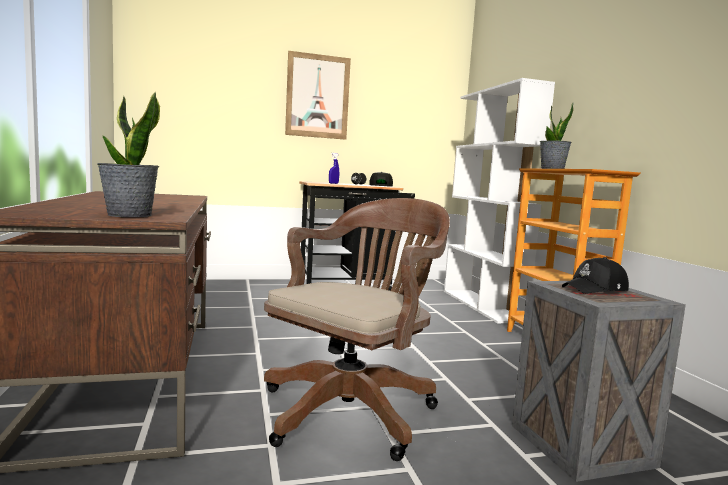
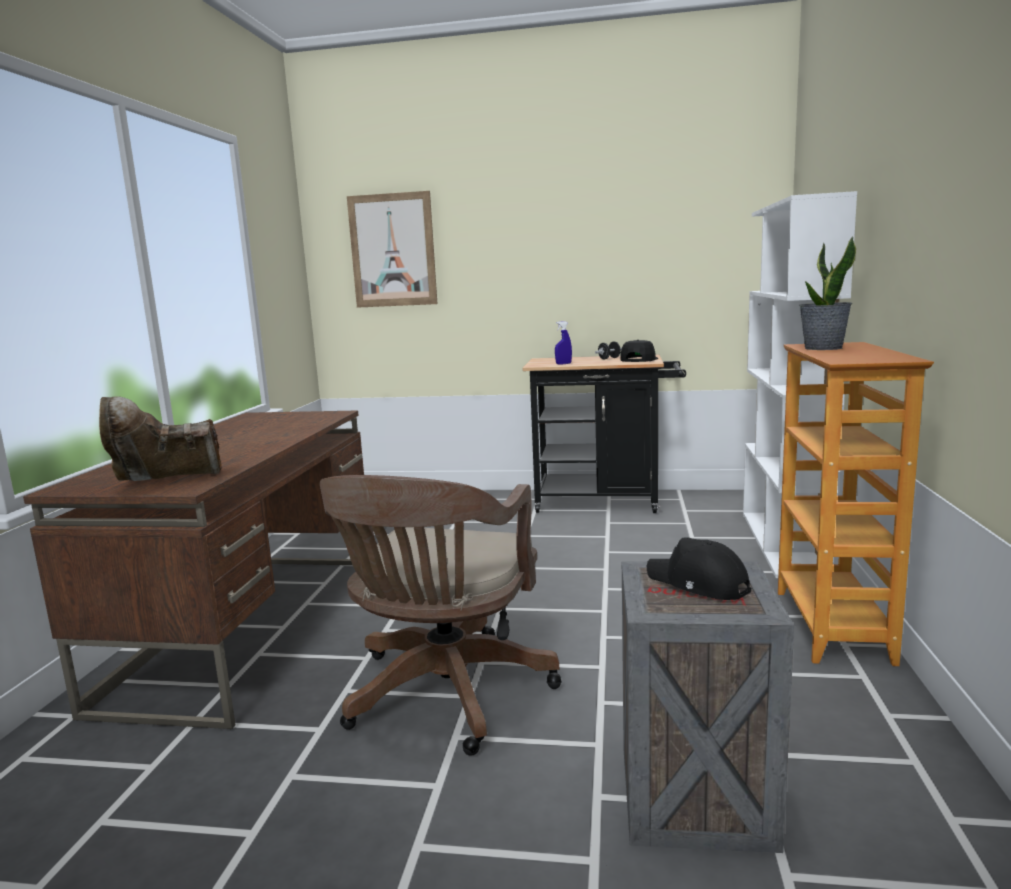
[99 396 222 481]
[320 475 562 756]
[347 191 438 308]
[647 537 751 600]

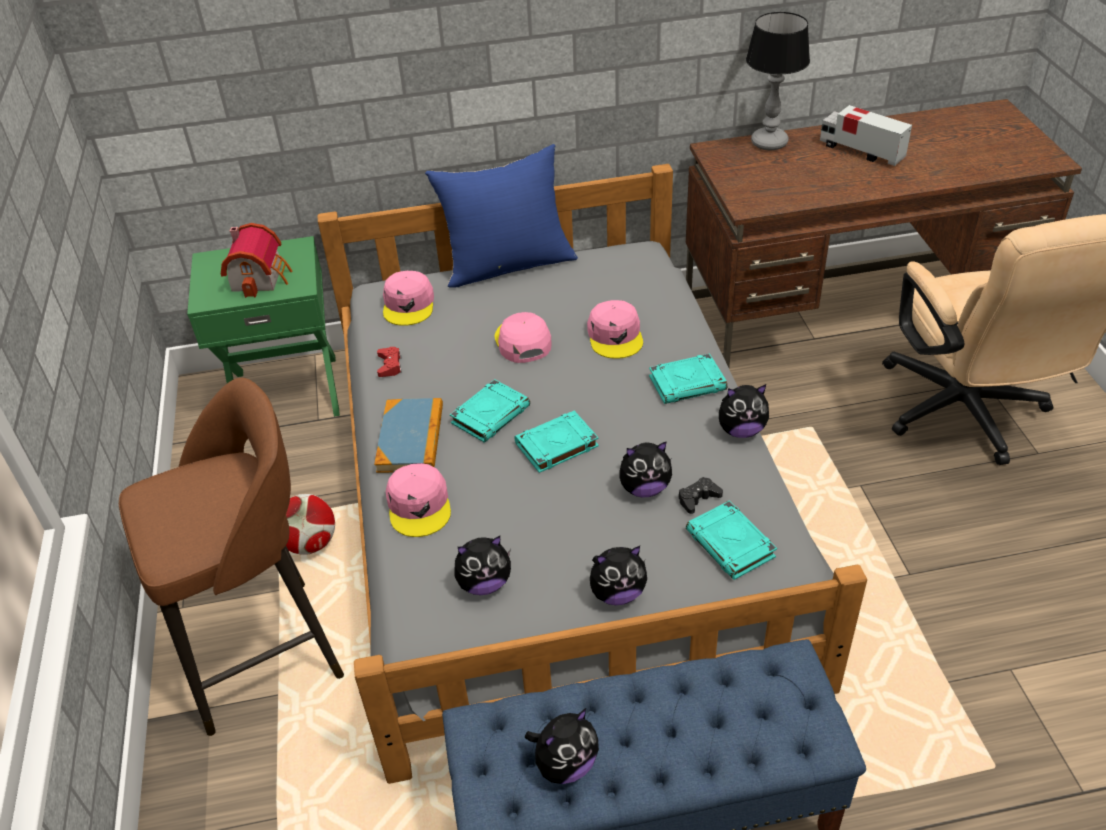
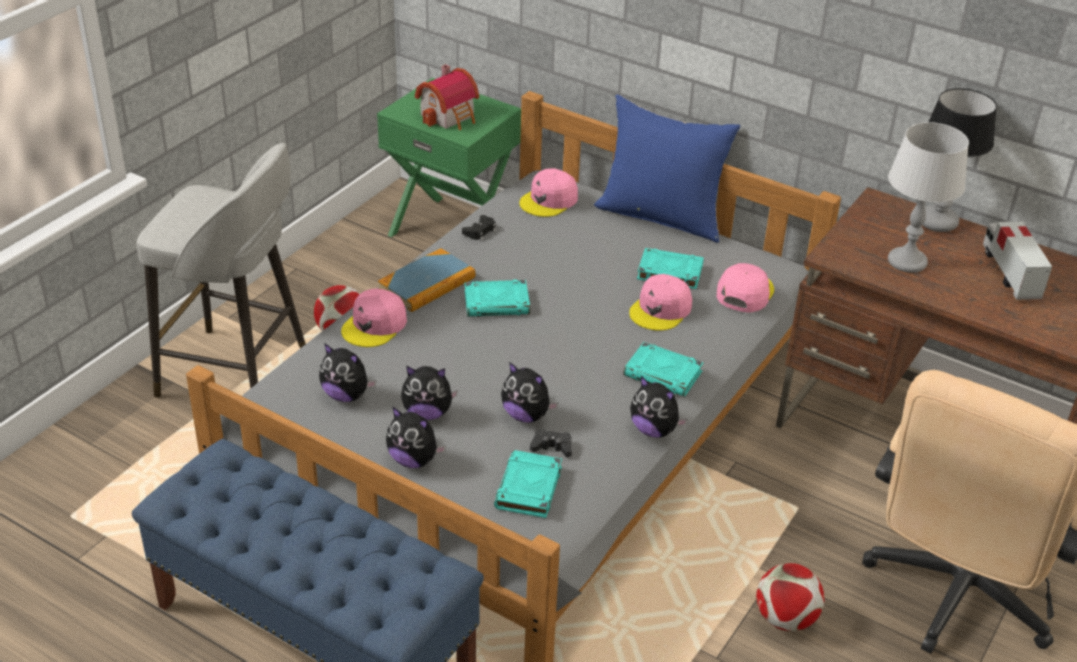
[136 143 306 398]
[462 215 496 240]
[717 263 774 312]
[637 248 704 289]
[401 366 458 420]
[756 563 824 631]
[888 122 969 273]

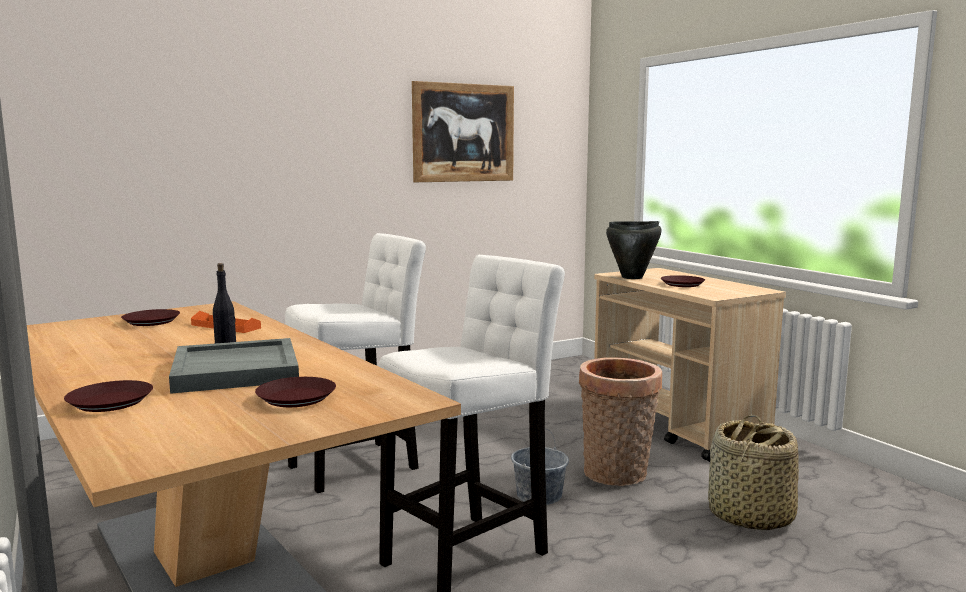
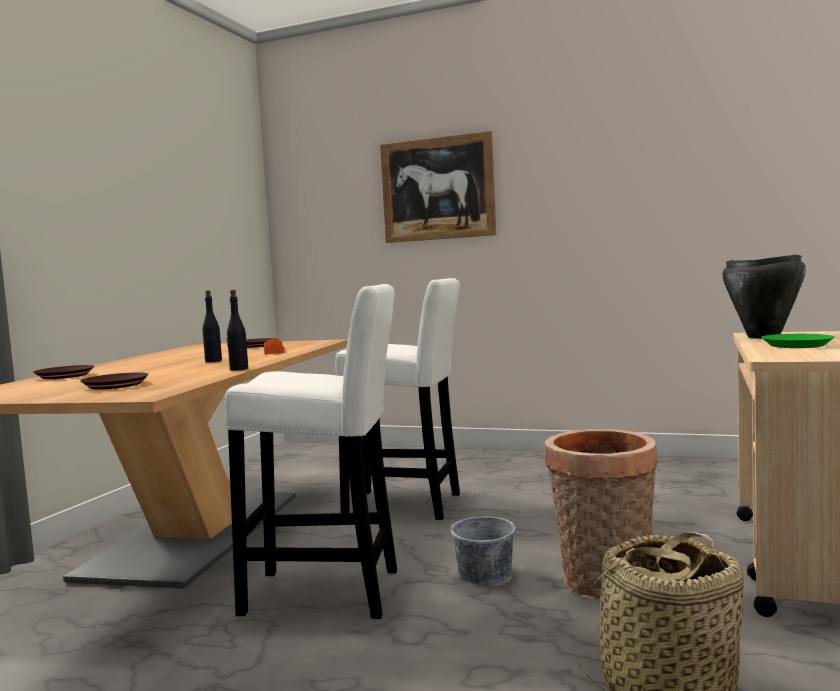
[169 338 299 394] (first image)
[380 131 496 243]
[761 334 835 348]
[227 290 248 371]

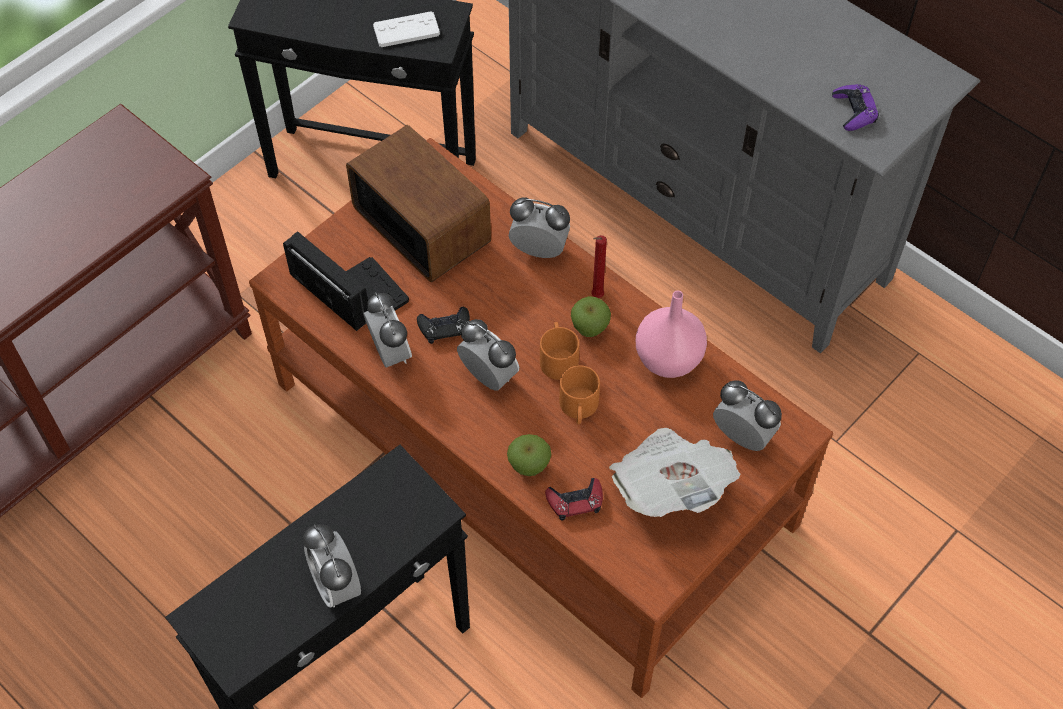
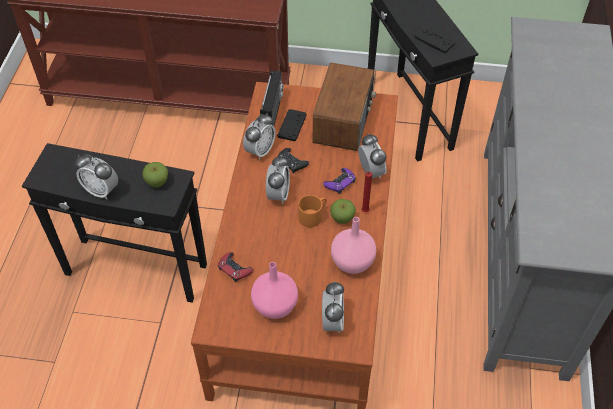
[75 154 118 199]
[415 27 455 53]
[142 162 168 188]
[559 365 600 424] (first image)
[251 262 298 319]
[323 168 356 194]

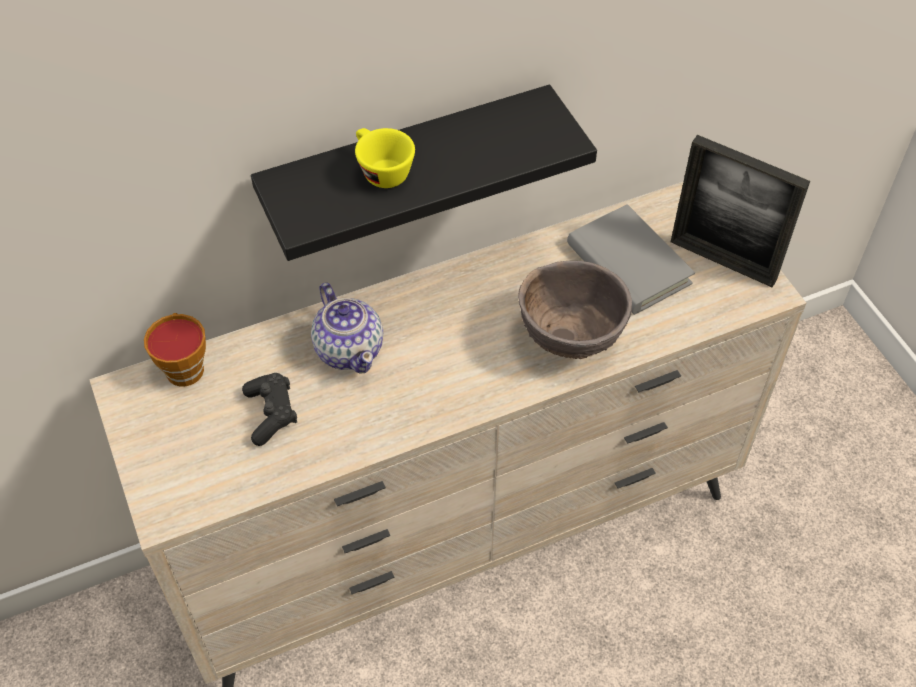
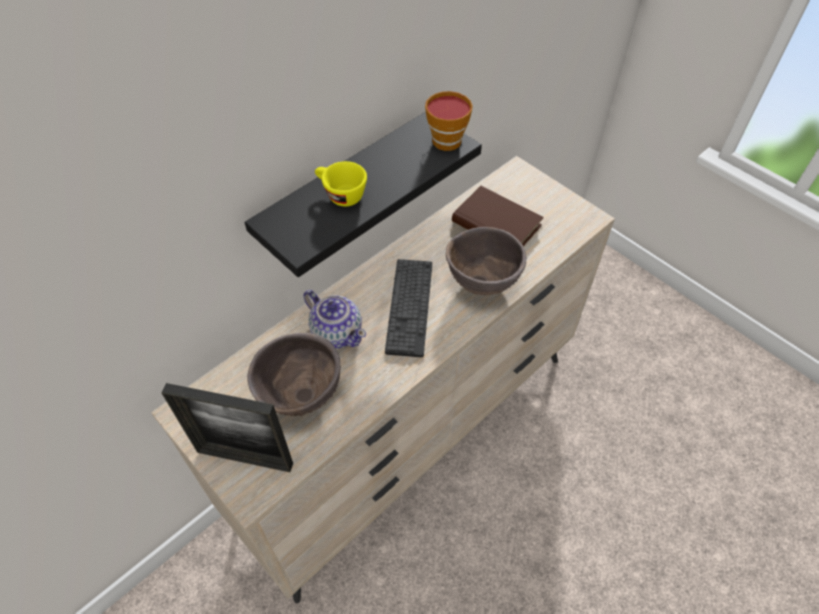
[425 91 473 151]
[247 333 341 416]
[452 186 544 246]
[161 383 293 472]
[385 259 432 357]

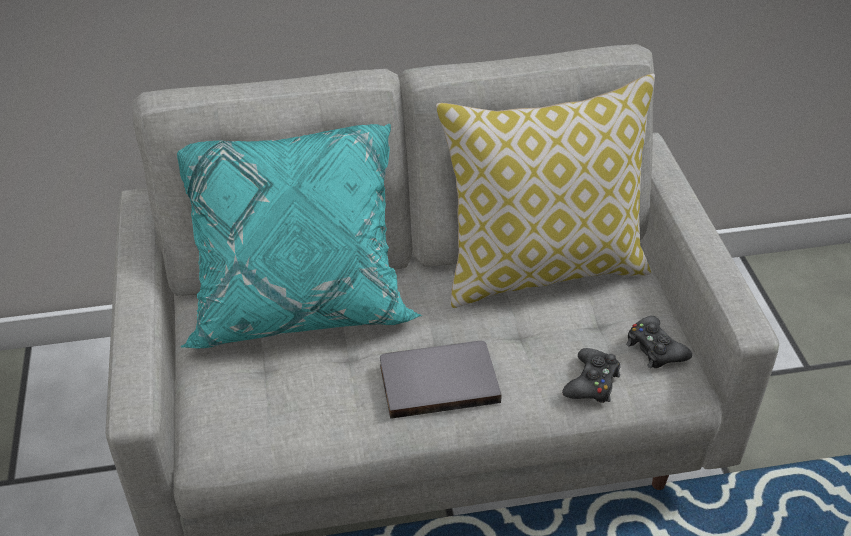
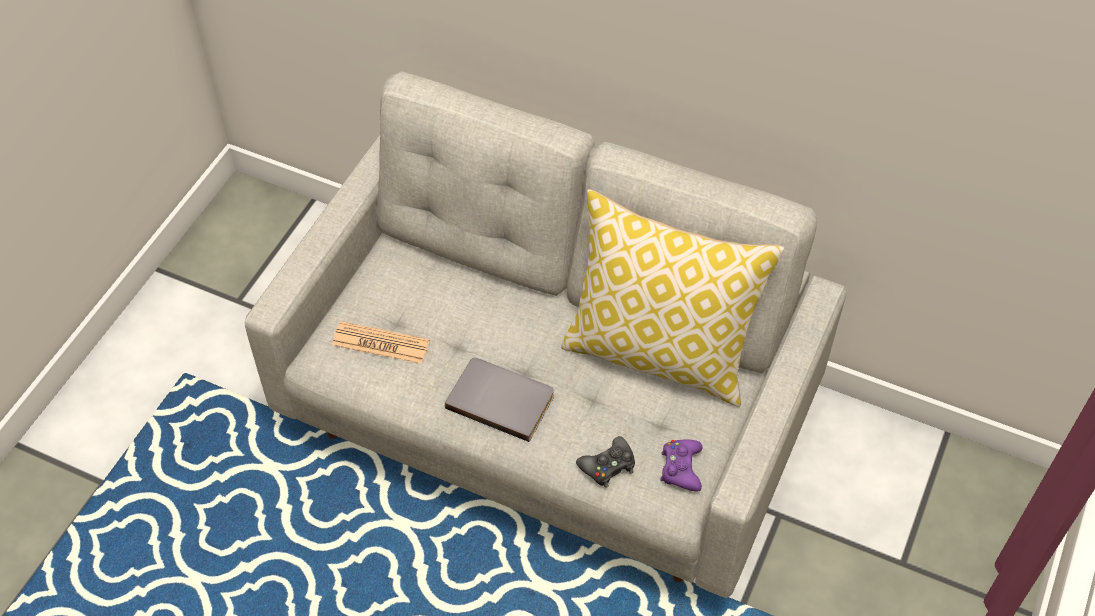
[177 124 422 349] (first image)
[660 440 703 492]
[332 321 430 364]

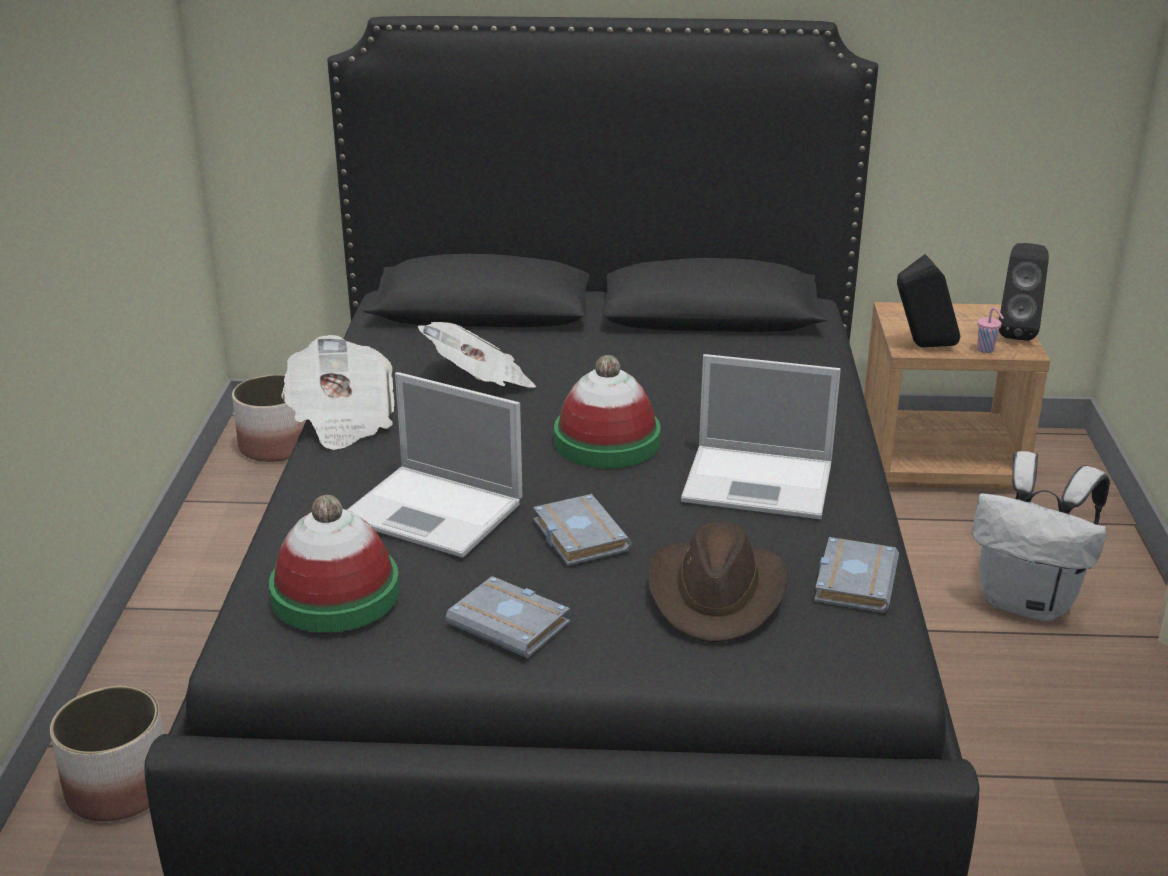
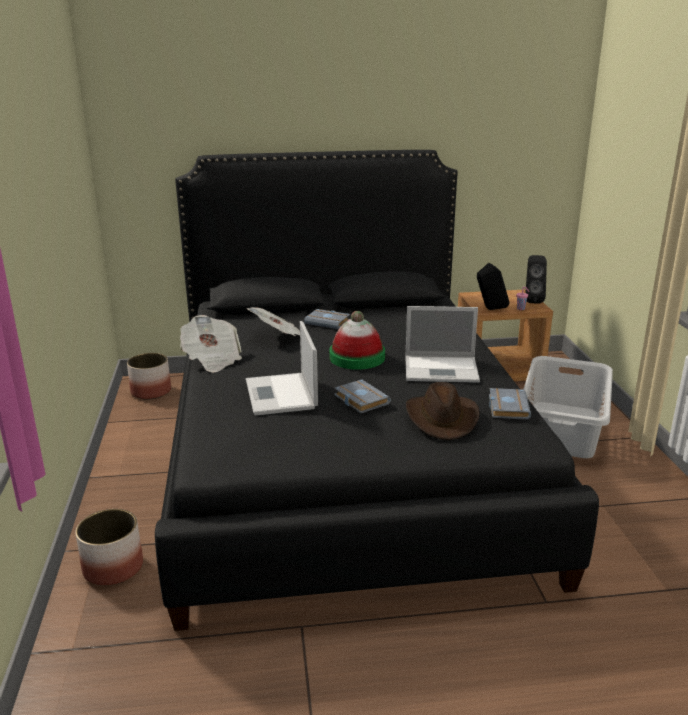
[269 495 400 632] (first image)
[246 321 318 416]
[304 309 350 329]
[523 356 613 458]

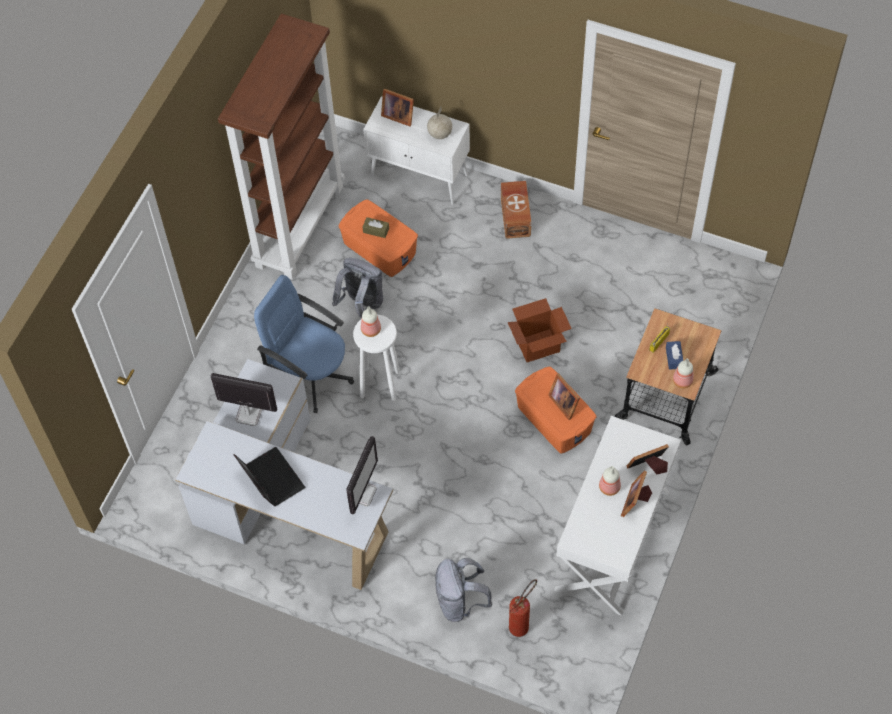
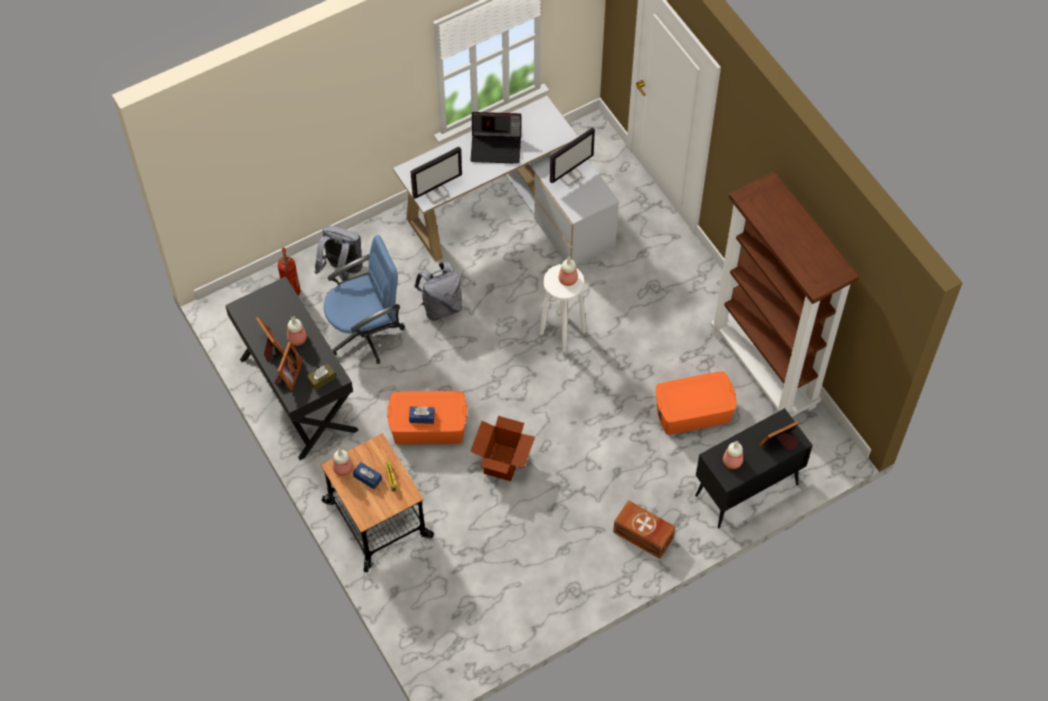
[324 235 405 364]
[414 262 462 321]
[411 147 462 203]
[695 408 813 528]
[307 363 336 390]
[723 441 743 469]
[409 406 435 424]
[225 276 359 460]

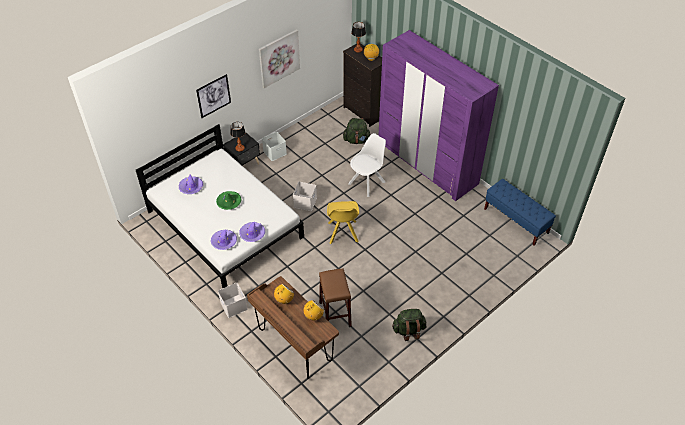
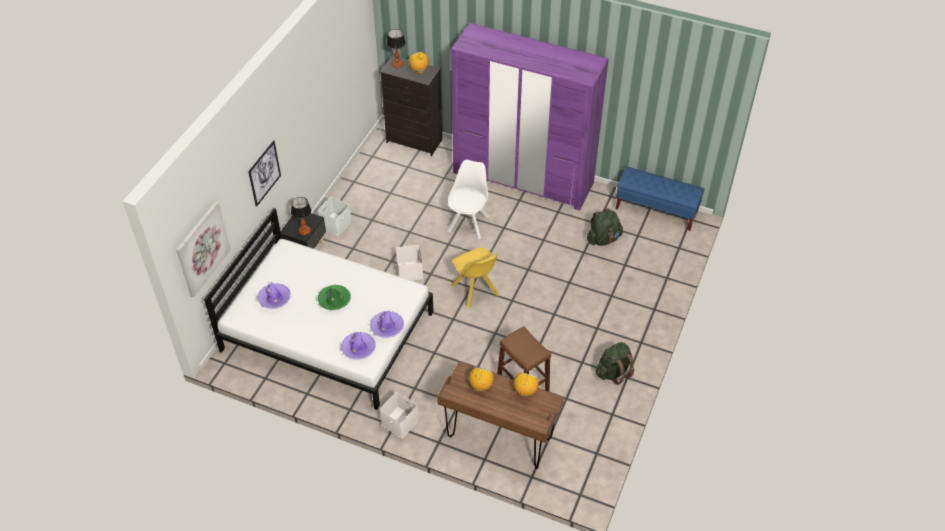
[176 201 231 298]
[587 208 623 246]

